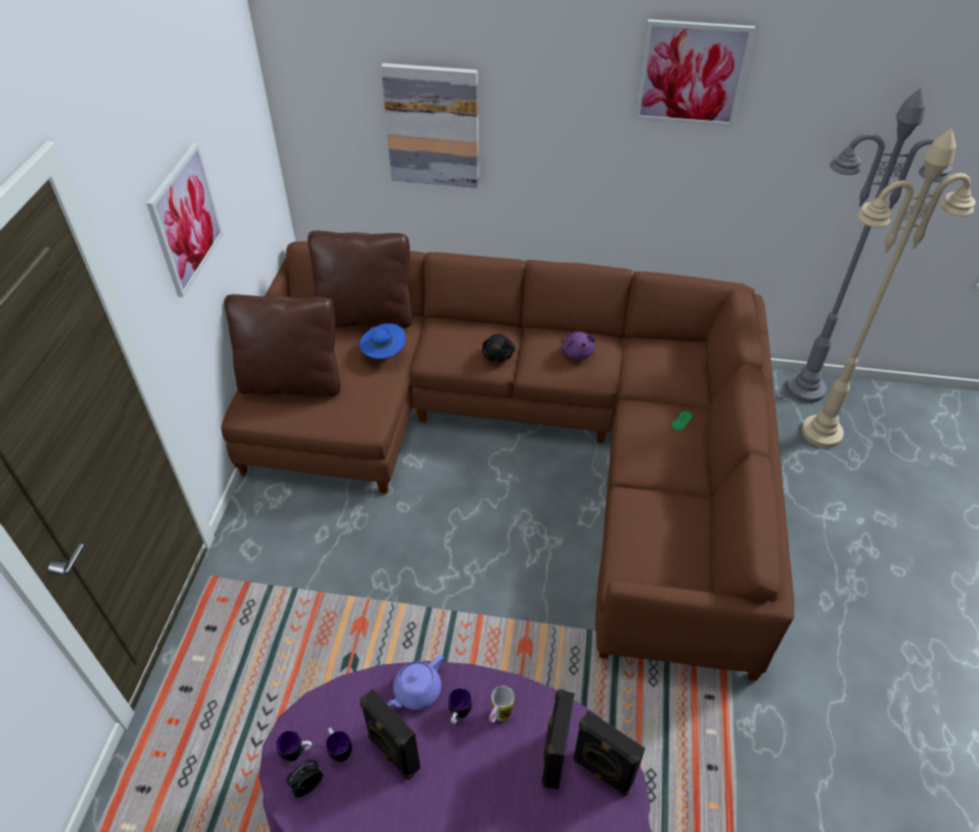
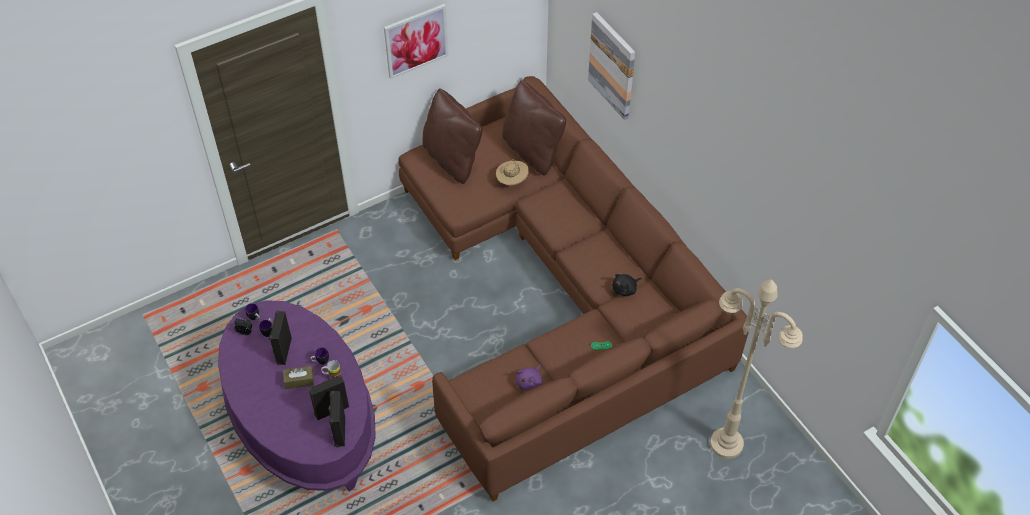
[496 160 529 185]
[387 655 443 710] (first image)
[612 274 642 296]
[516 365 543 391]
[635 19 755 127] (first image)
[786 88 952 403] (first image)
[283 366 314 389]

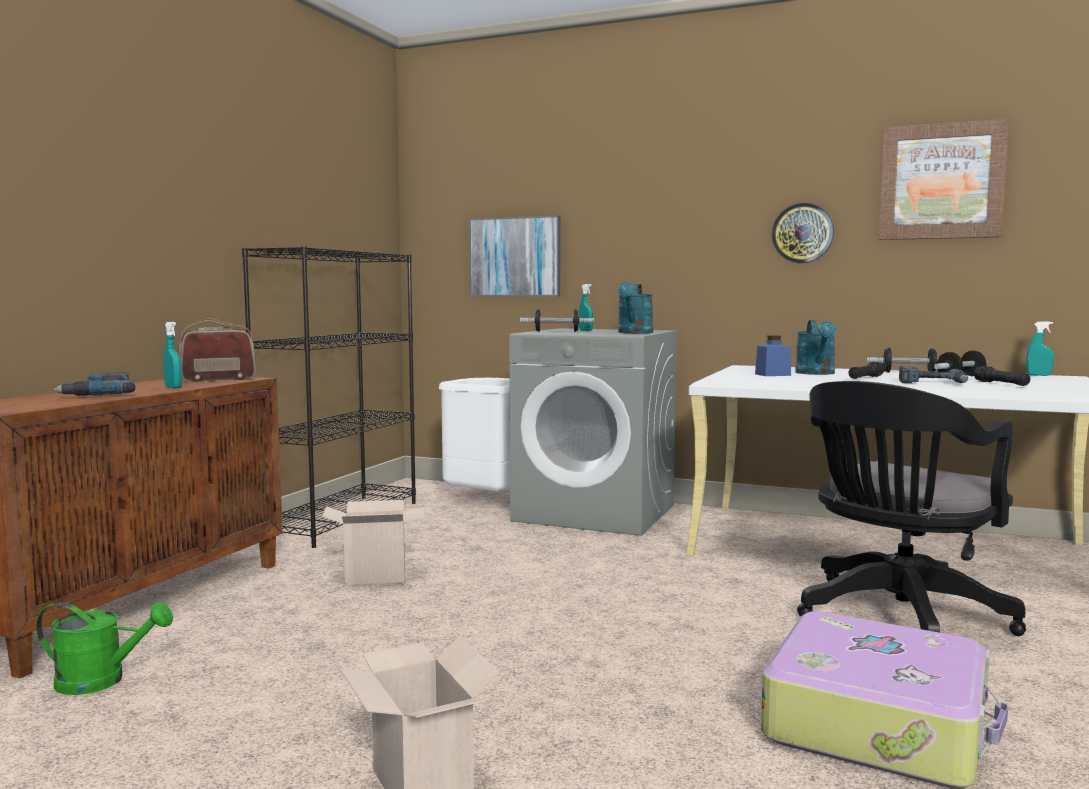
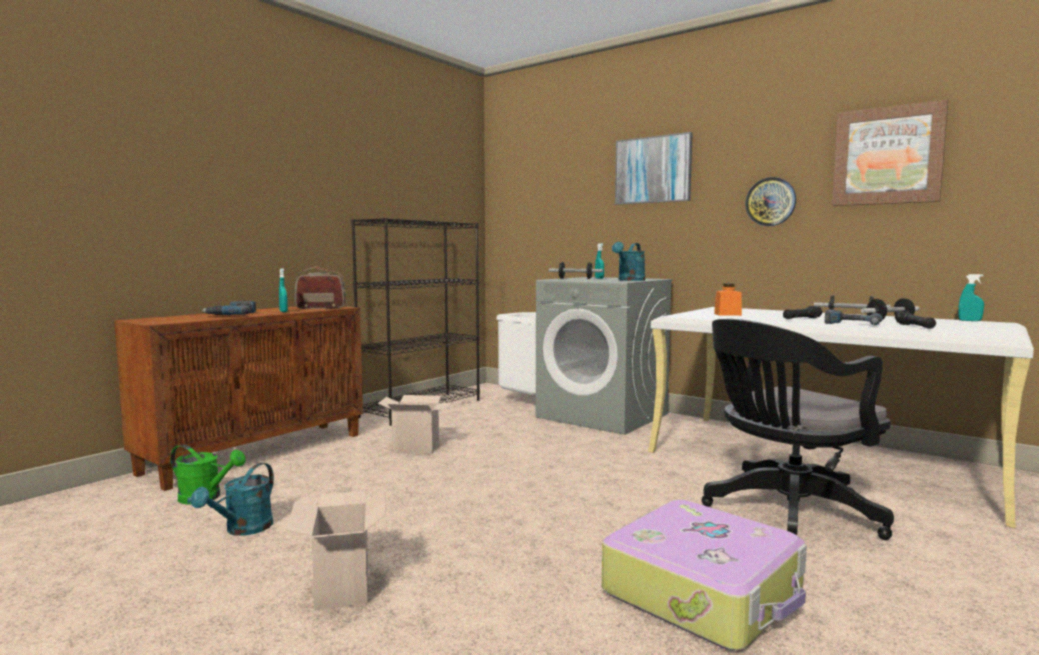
[615 132 693 205]
[714 283 742 316]
[191 463 274 536]

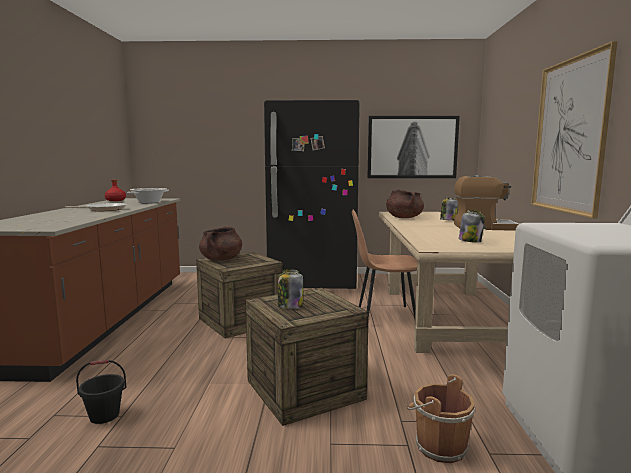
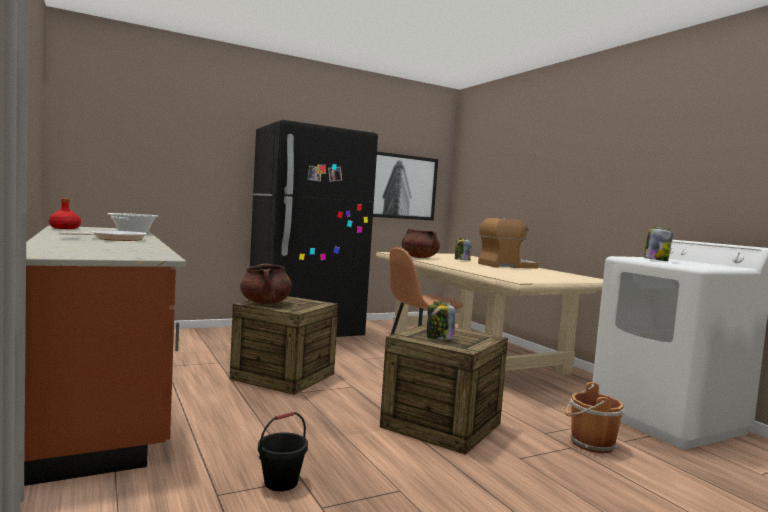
[644 226 673 261]
[531 41 618 218] (first image)

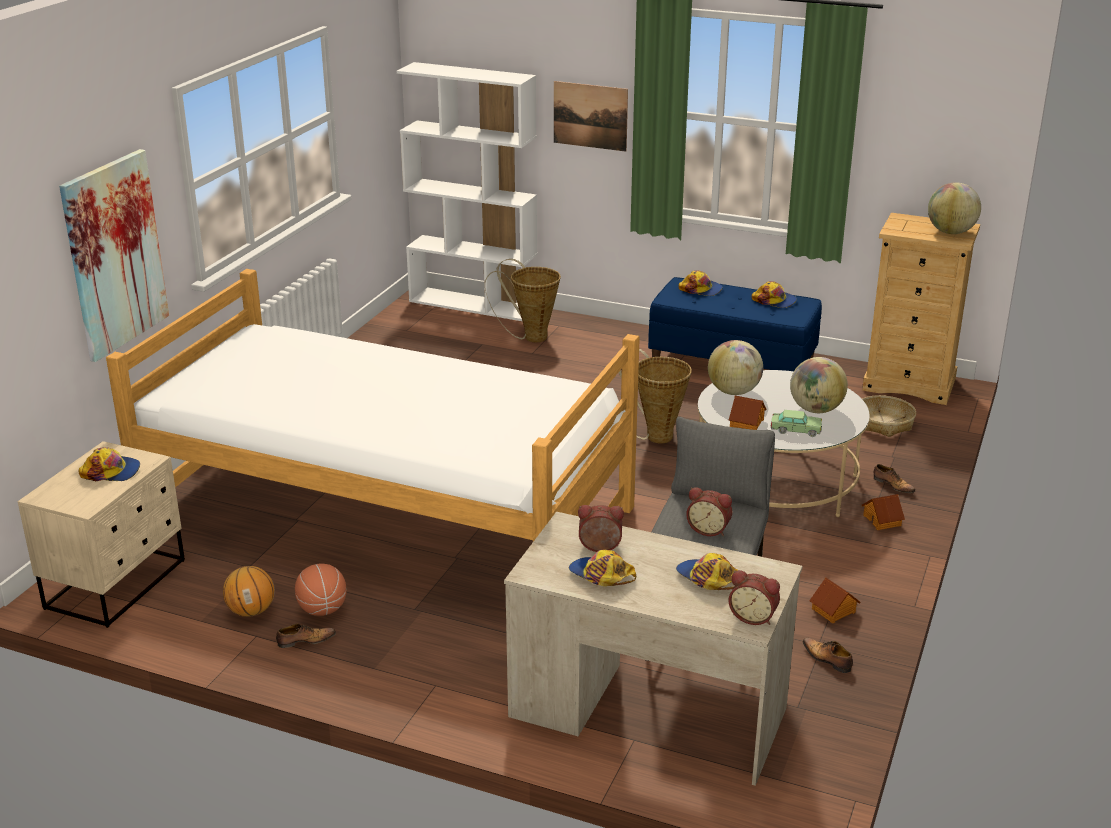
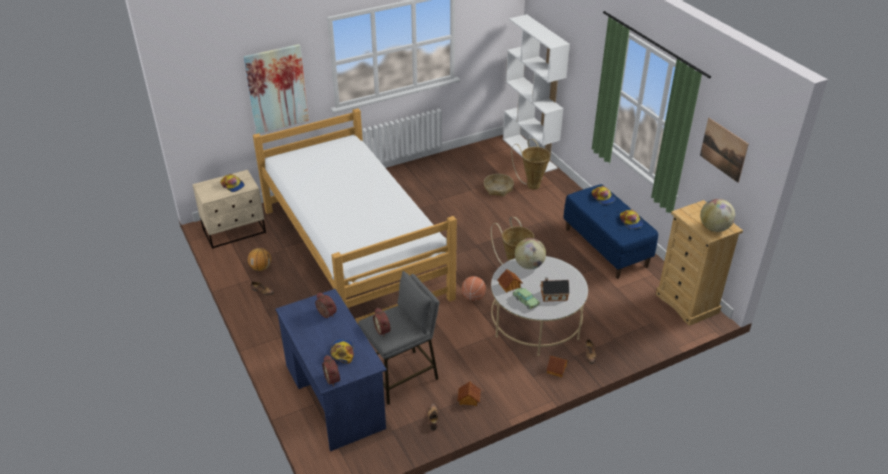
[462 276 486 301]
[275 289 387 452]
[700 118 749 183]
[569 550 636 586] (first image)
[540 277 569 302]
[484 174 514 197]

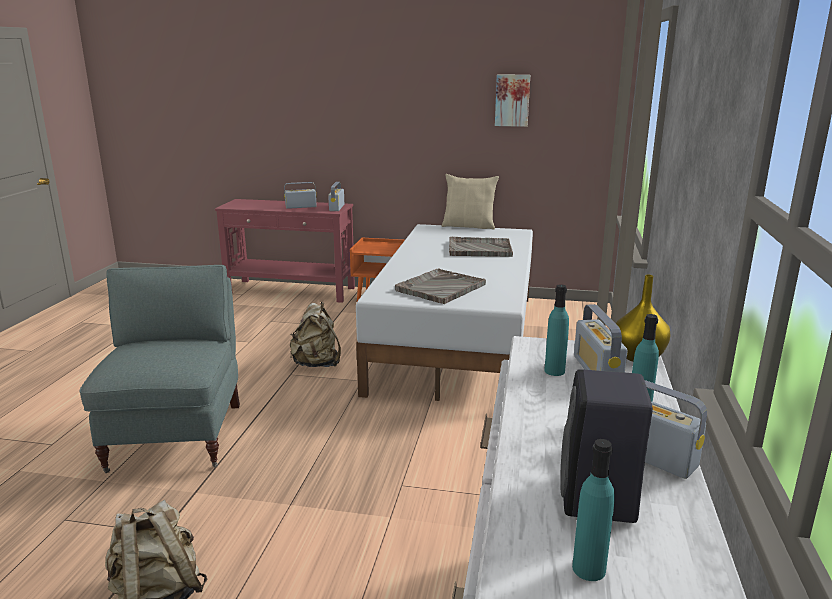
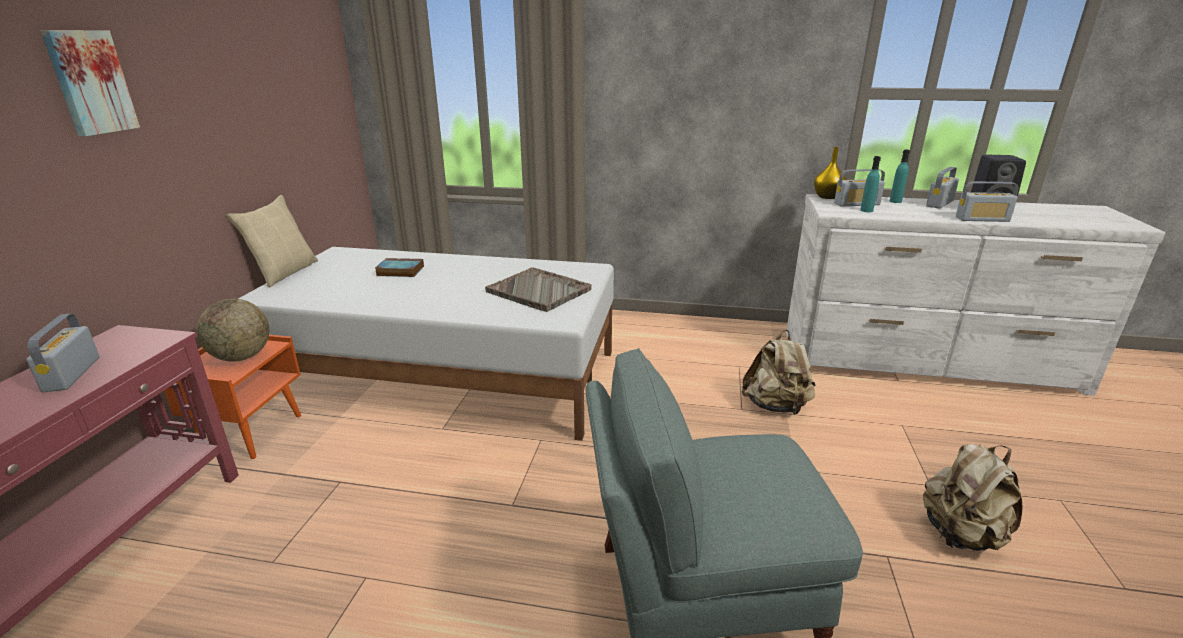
[742 330 816 415]
[956 181 1019 222]
[375 258 424 277]
[41 30 140 136]
[572 439 615 581] (first image)
[197 299 269 362]

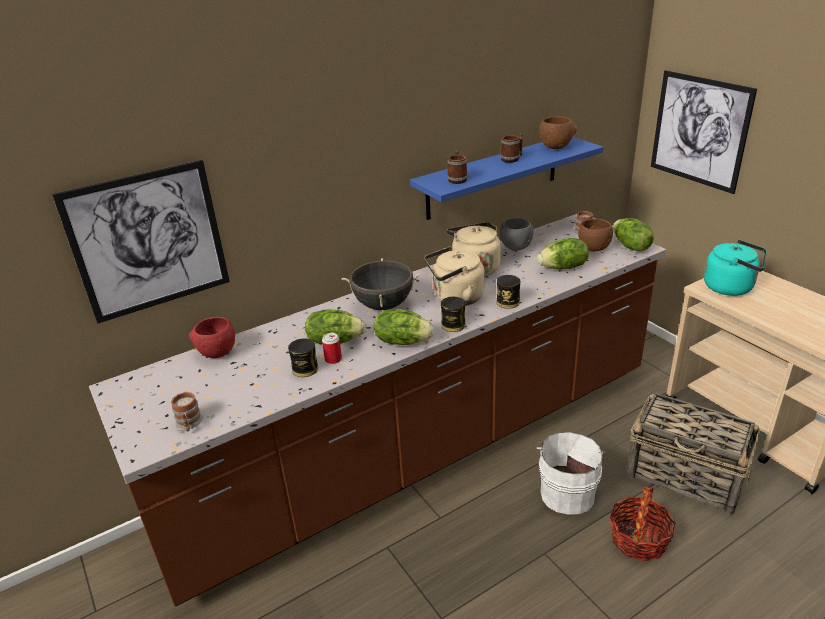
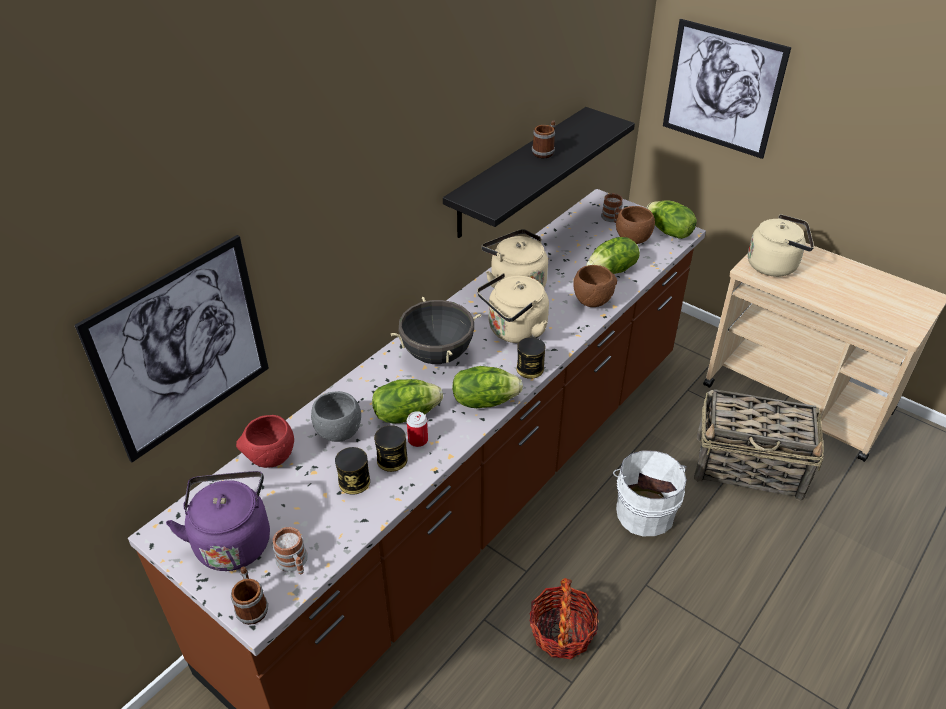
[443 107 635 238]
[231 567 268 625]
[335 447 370 495]
[311 391 361 442]
[574 265 617 307]
[530 578 599 659]
[748 214 814 277]
[166 471 270 571]

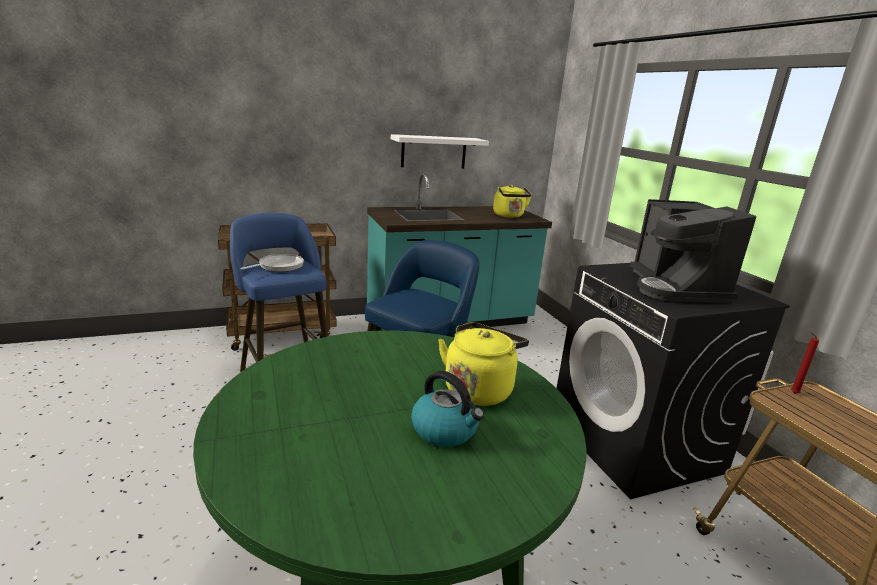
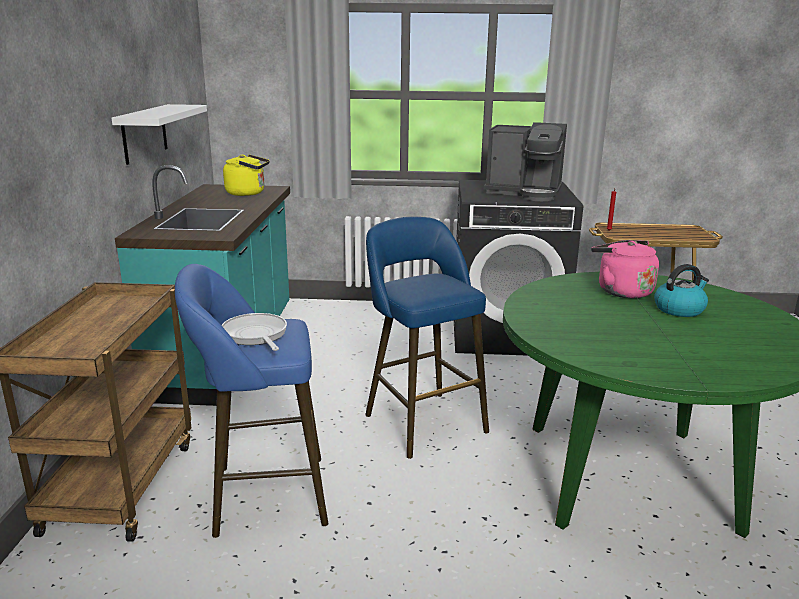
[591 240 659 298]

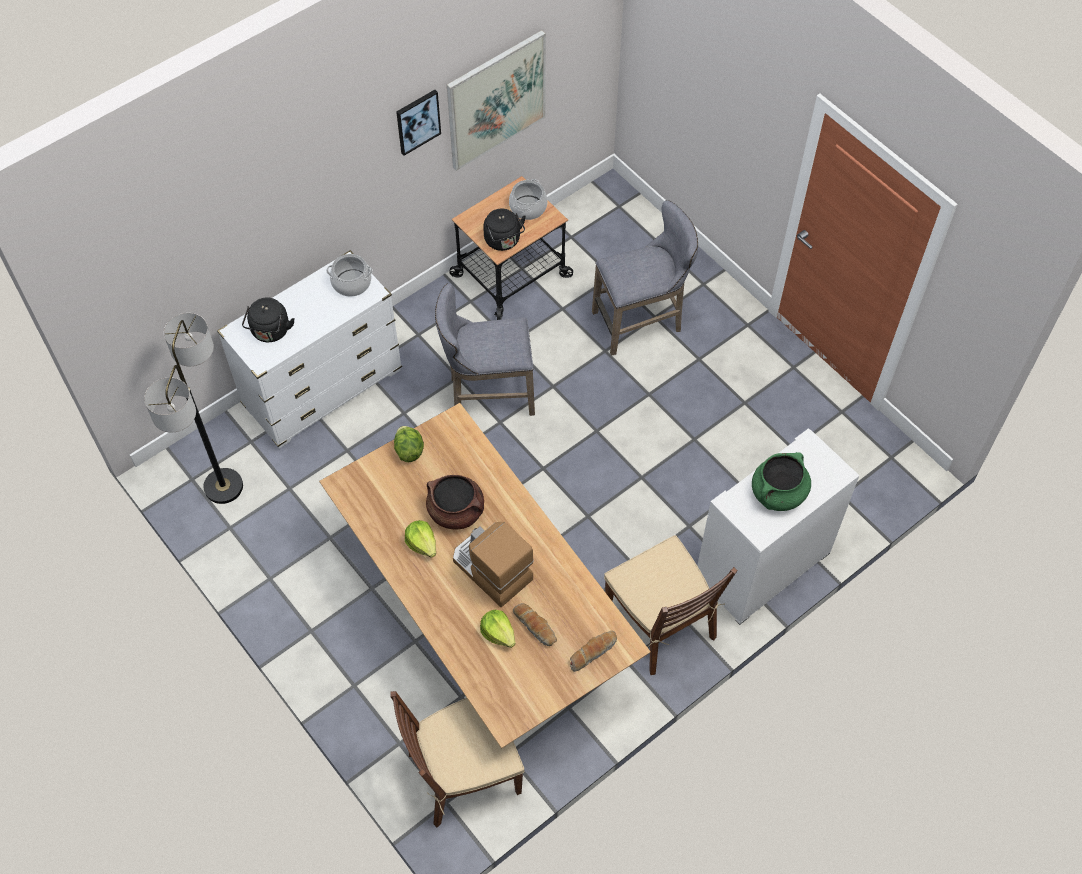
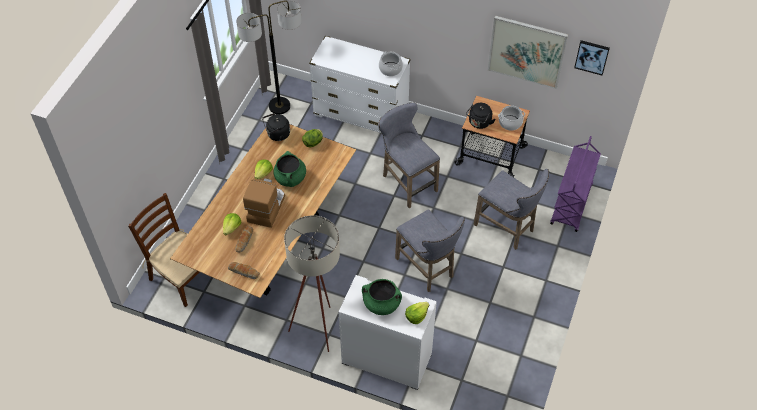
[262 113 290 141]
[574 40 610 75]
[273 151 306 187]
[284 215 340 352]
[395 209 465 292]
[405 302 429 324]
[550 136 601 232]

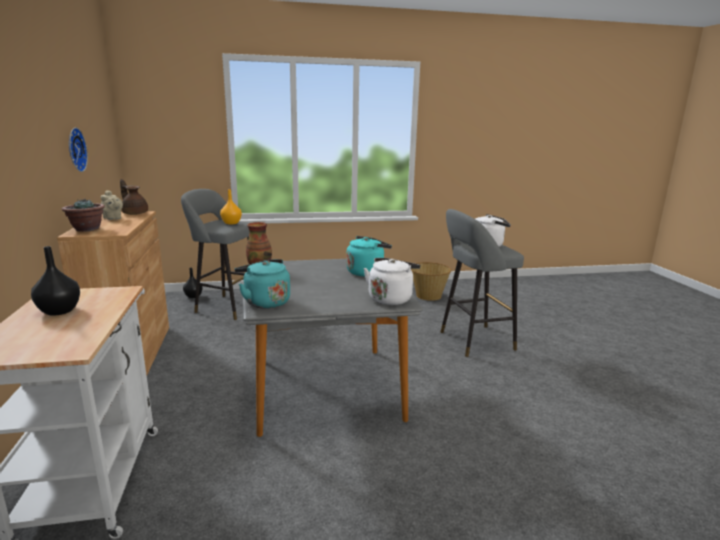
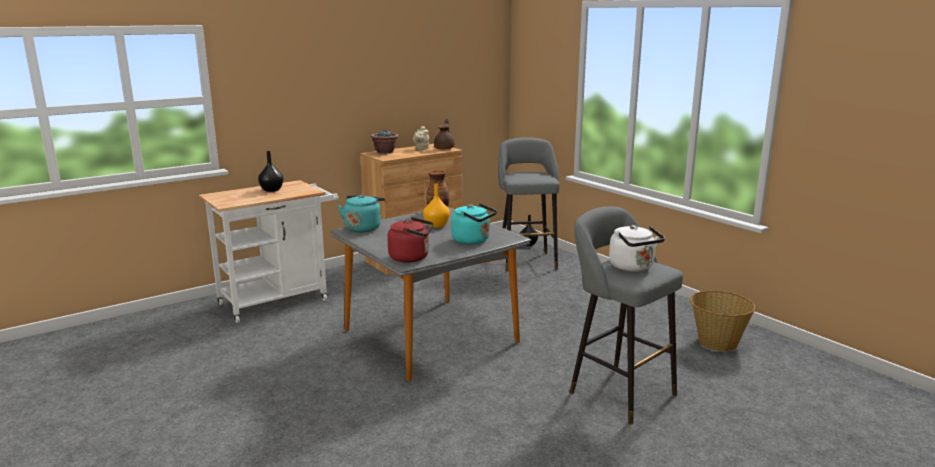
[69 128 88 172] (first image)
[423 183 450 228]
[387 217 434 263]

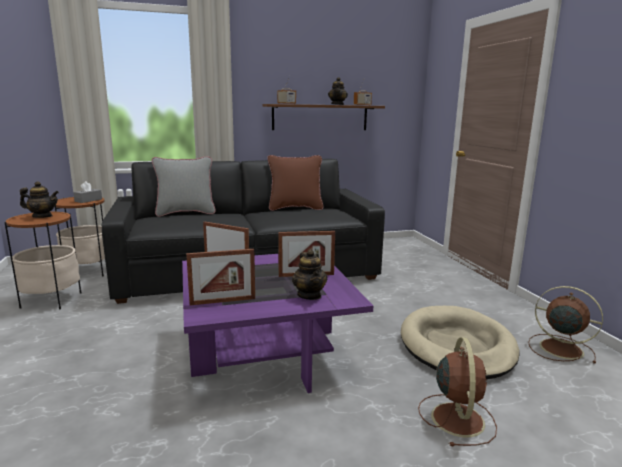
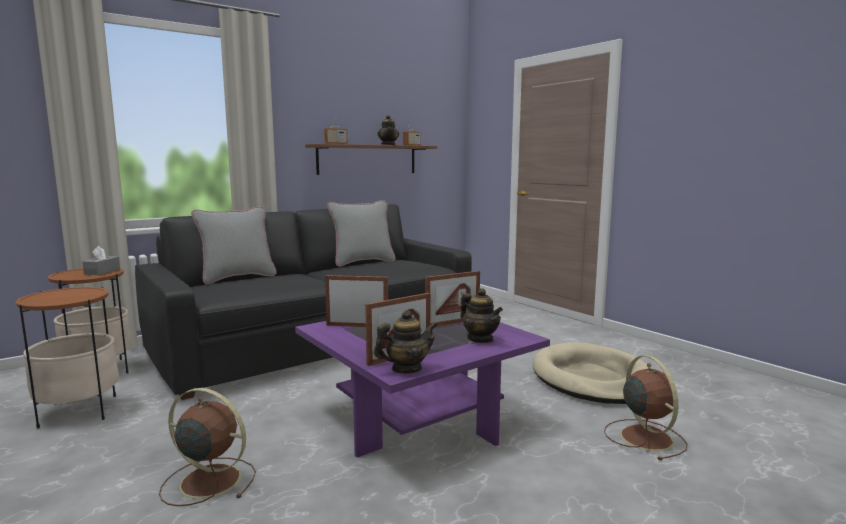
[374 310 438 374]
[327 200 396 267]
[159 388 256 506]

